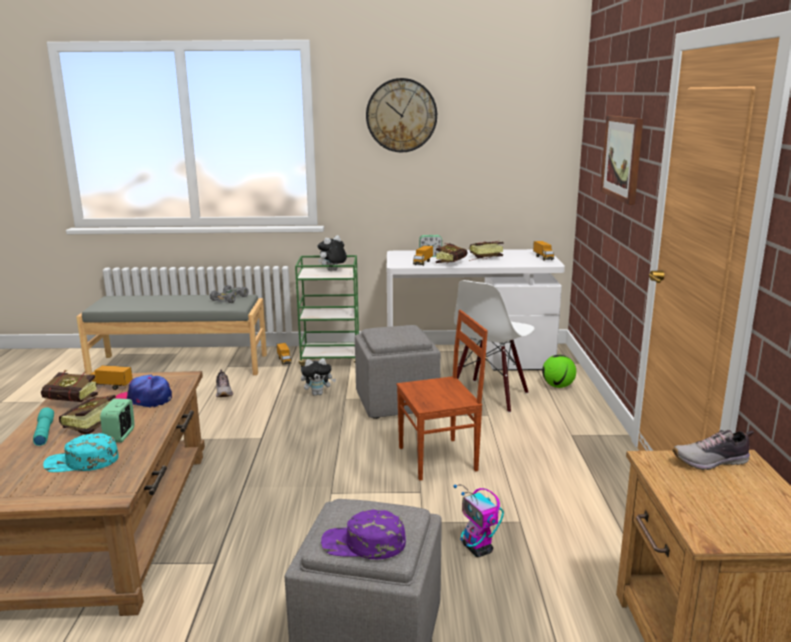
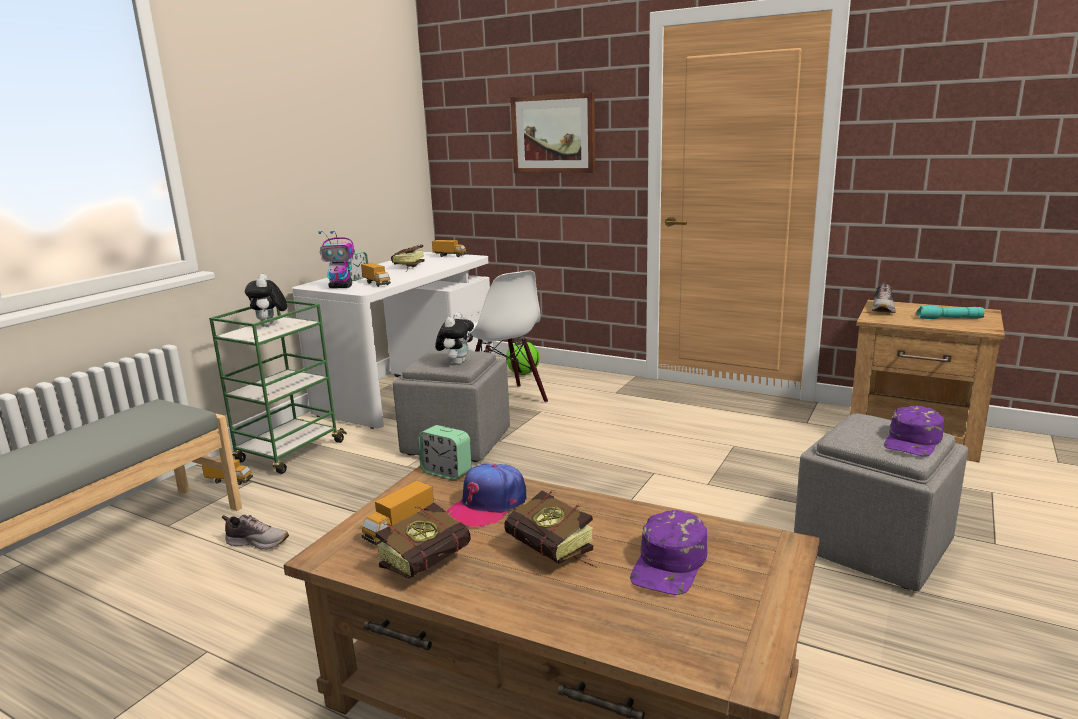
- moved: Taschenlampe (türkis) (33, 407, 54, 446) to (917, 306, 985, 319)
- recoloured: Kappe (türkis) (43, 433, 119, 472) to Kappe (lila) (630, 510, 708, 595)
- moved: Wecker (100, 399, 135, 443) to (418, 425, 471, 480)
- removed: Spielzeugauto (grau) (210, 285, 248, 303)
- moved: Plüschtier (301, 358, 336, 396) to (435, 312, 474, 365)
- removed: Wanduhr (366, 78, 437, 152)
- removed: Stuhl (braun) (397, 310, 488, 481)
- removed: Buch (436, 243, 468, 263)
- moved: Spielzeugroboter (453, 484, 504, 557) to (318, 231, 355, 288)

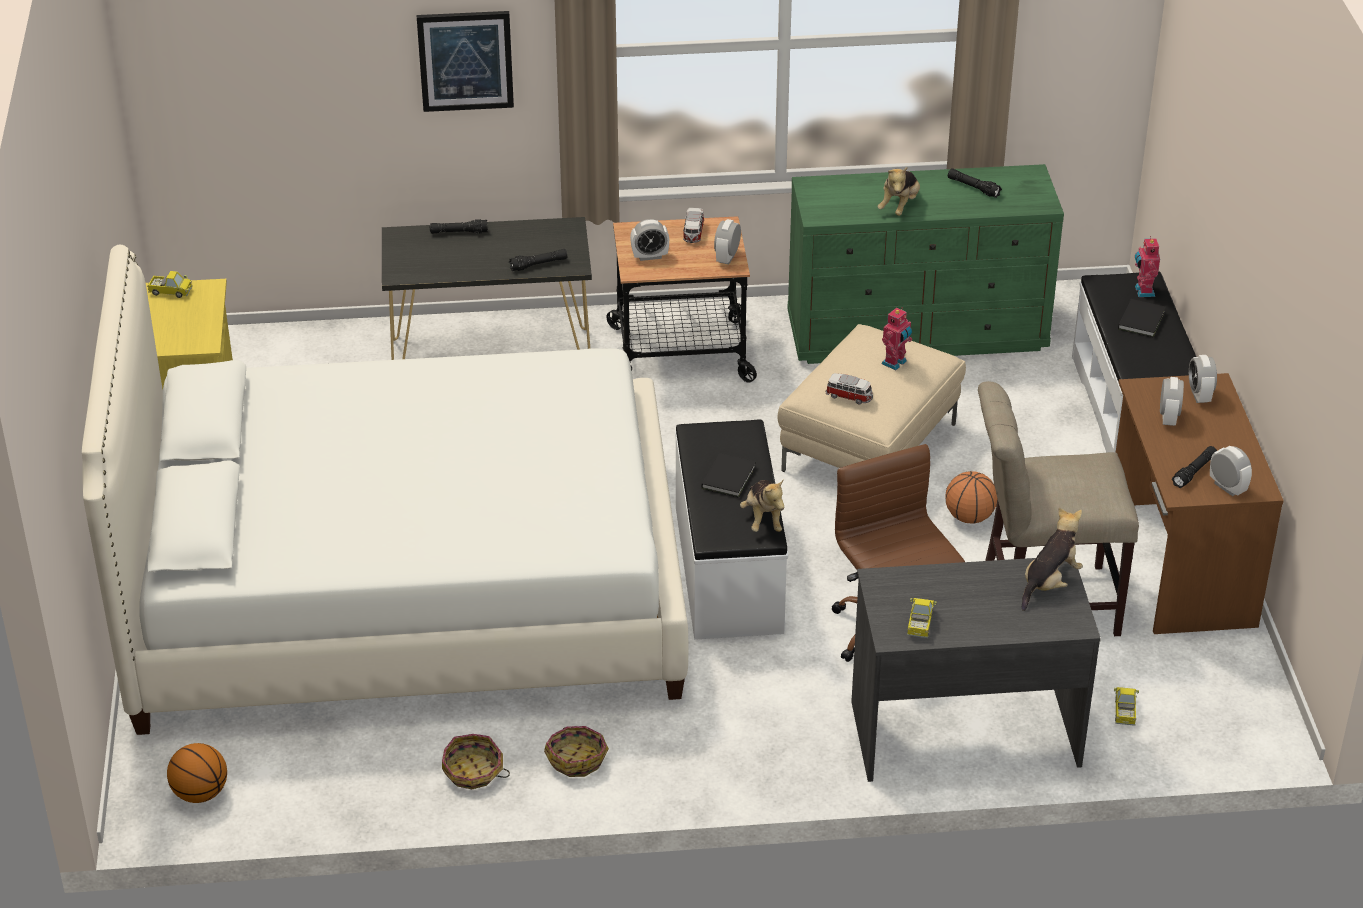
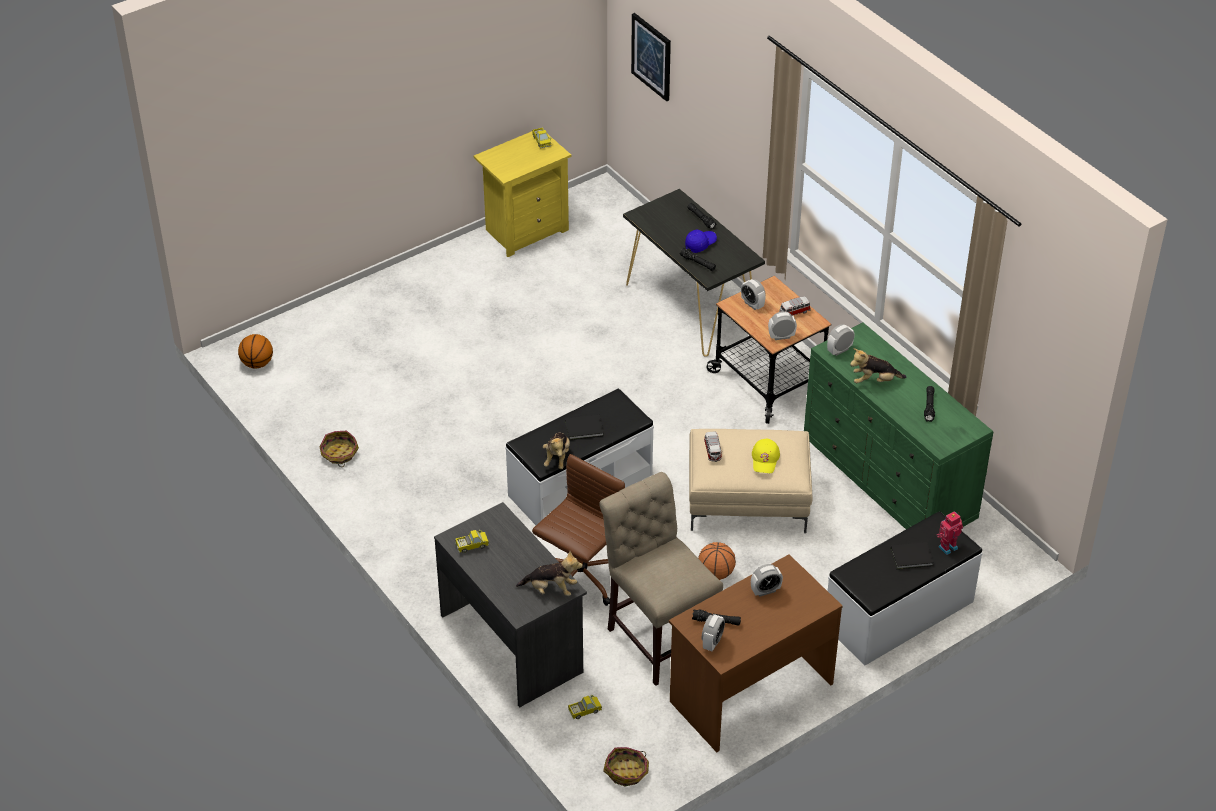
- removed: Bett (weiß) (82, 245, 688, 735)
- moved: Bild (417, 11, 514, 112) to (631, 13, 671, 101)
- moved: Korb (544, 726, 609, 777) to (603, 747, 649, 786)
- turned: Plüschtier (740, 479, 784, 532) = (543, 432, 570, 469) 45 degrees counterclockwise
- replaced: Spielzeugroboter (882, 307, 912, 370) to Kappe (gelb) (752, 439, 780, 473)
- moved: Wecker (1189, 355, 1217, 403) to (827, 324, 854, 356)
- added: Kappe (blau) (685, 229, 717, 253)

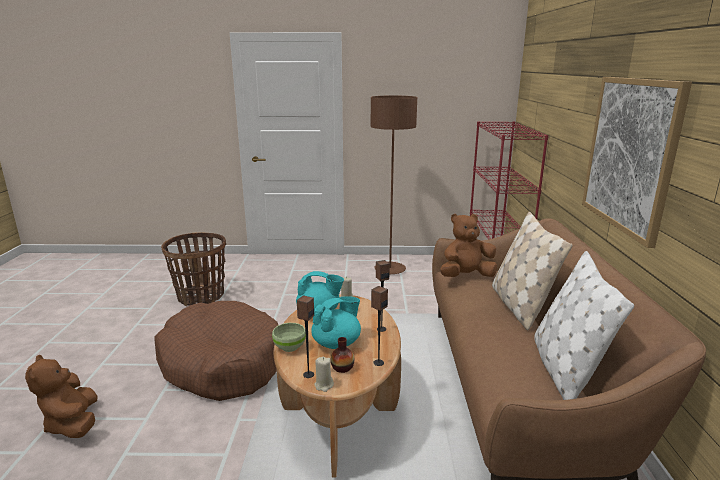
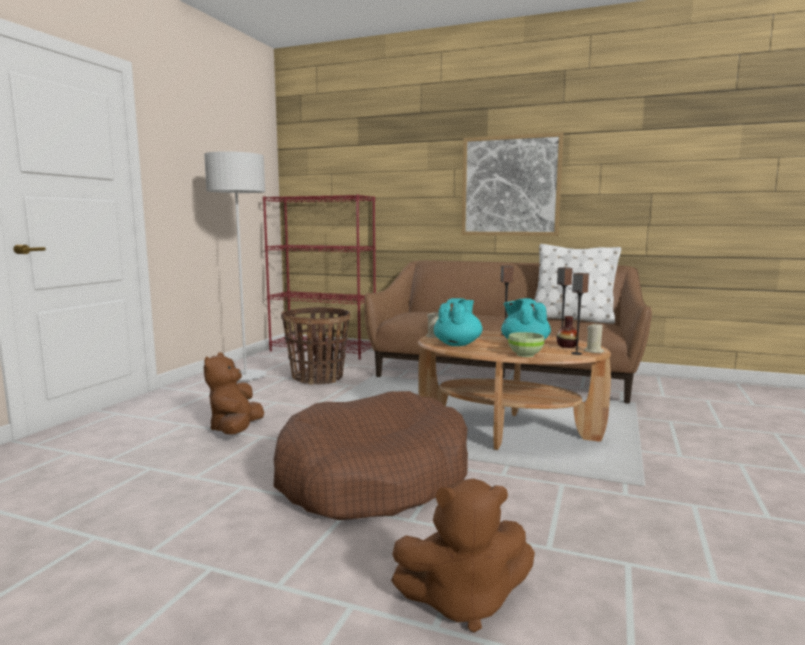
- moved: Korb (161, 232, 226, 306) to (281, 307, 350, 385)
- recoloured: Stehlampe (braun) (371, 96, 417, 274) to Stehlampe (grau) (204, 151, 267, 381)
- moved: Plüschtier (braun) (440, 214, 497, 277) to (204, 352, 264, 434)
- removed: Kissen (beige) (492, 212, 573, 330)

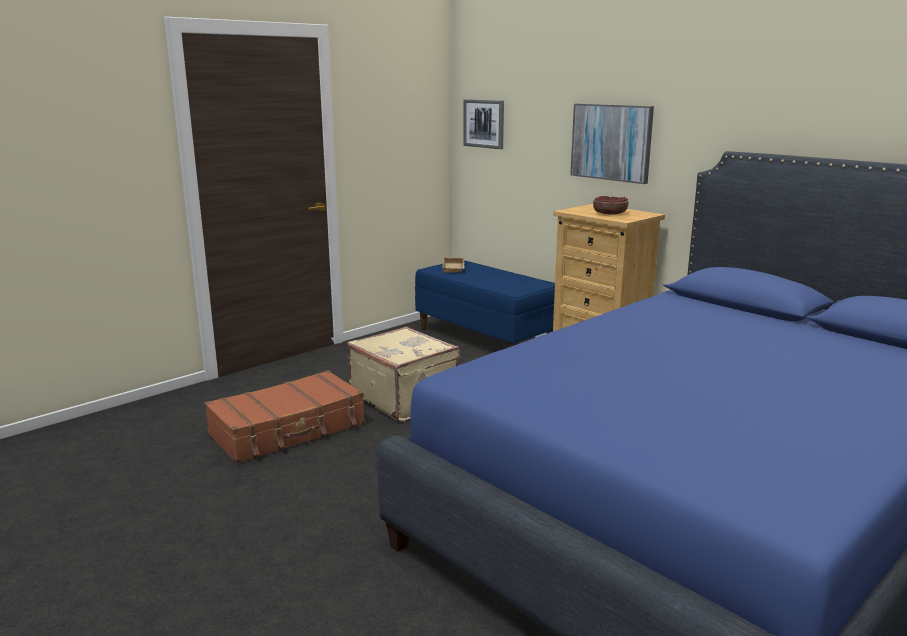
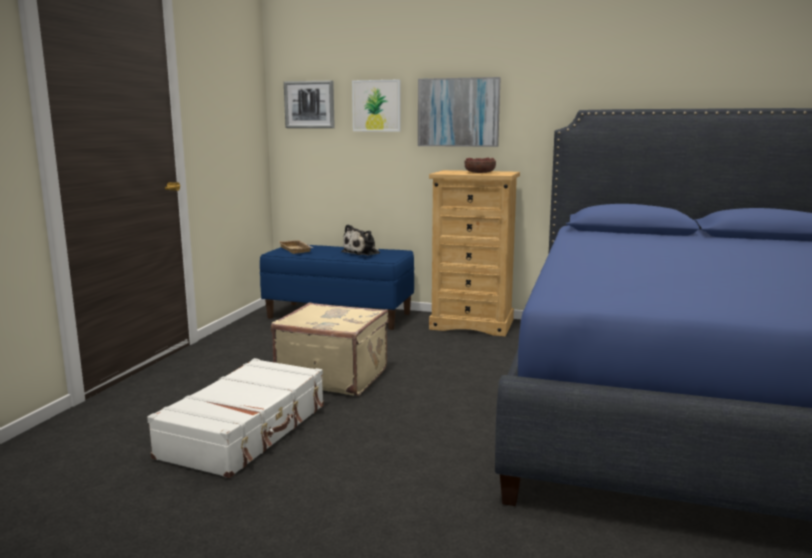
- recoloured: Koffer (braun) (205, 370, 365, 464) to Koffer (weiß) (147, 358, 324, 478)
- added: Plüschtier (341, 224, 380, 256)
- added: Bild (352, 80, 401, 131)

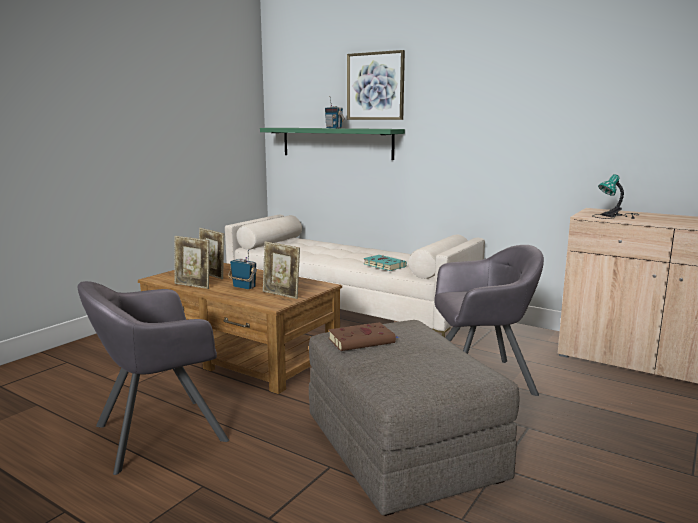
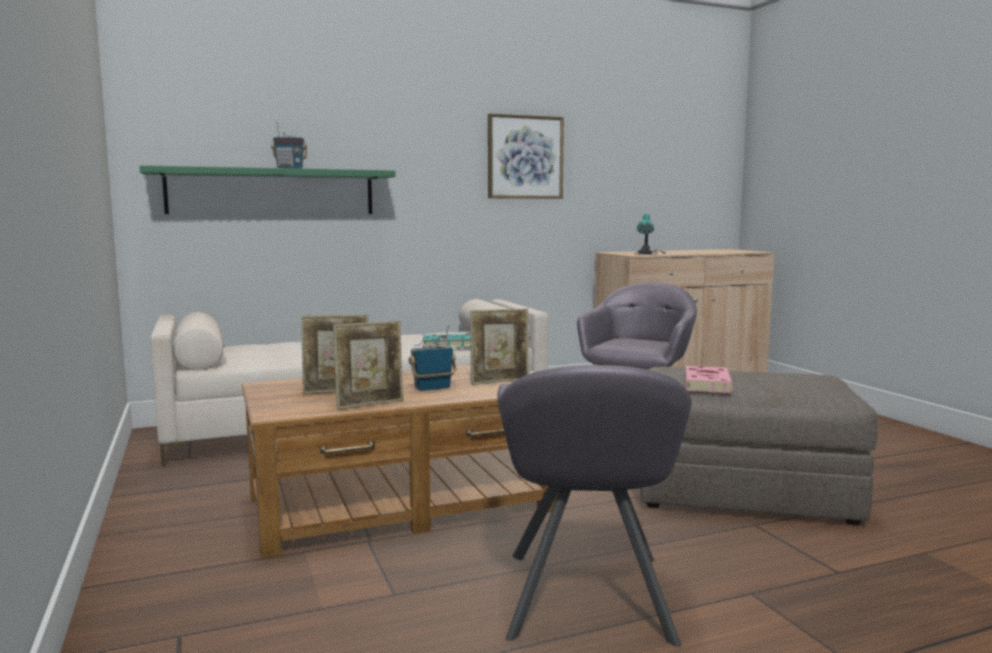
- recoloured: Buch (braun) (328, 322, 399, 351) to Buch (rosa) (685, 366, 733, 393)
- moved: Bild (347, 50, 405, 120) to (488, 113, 564, 199)

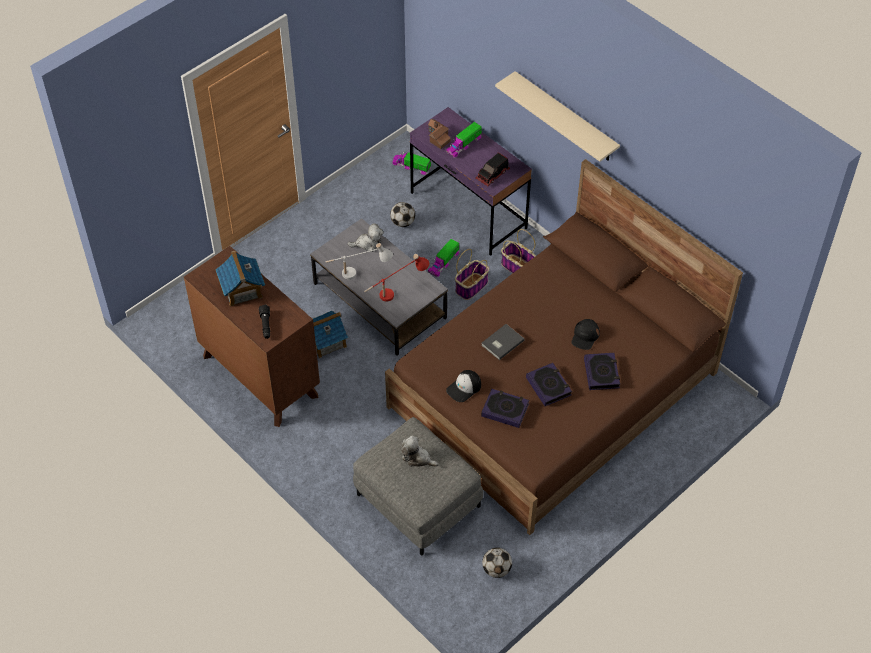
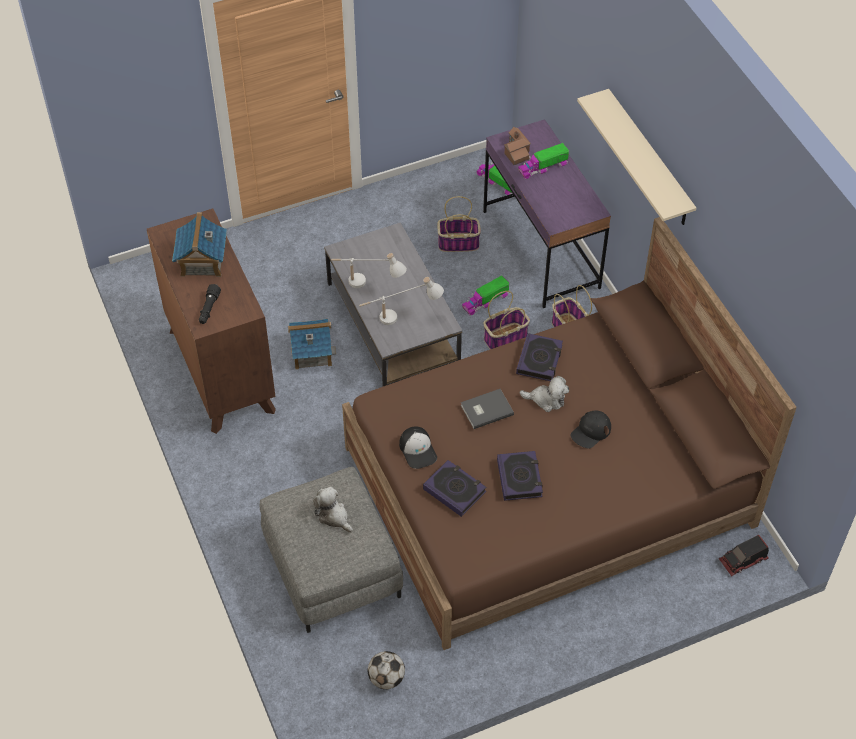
- moved: Plüschtier (348, 223, 384, 252) to (519, 376, 569, 412)
- recoloured: Tischlampe (rot) (364, 254, 429, 302) to Tischlampe (weiß) (359, 277, 444, 325)
- replaced: Fußball (390, 202, 415, 227) to Korb (437, 196, 481, 252)
- turned: Kappe (446, 370, 481, 402) = (399, 426, 437, 469) 90 degrees counterclockwise
- moved: Spielzeuglaster (475, 152, 510, 186) to (719, 535, 769, 576)
- moved: Buch (584, 353, 620, 390) to (516, 333, 563, 381)

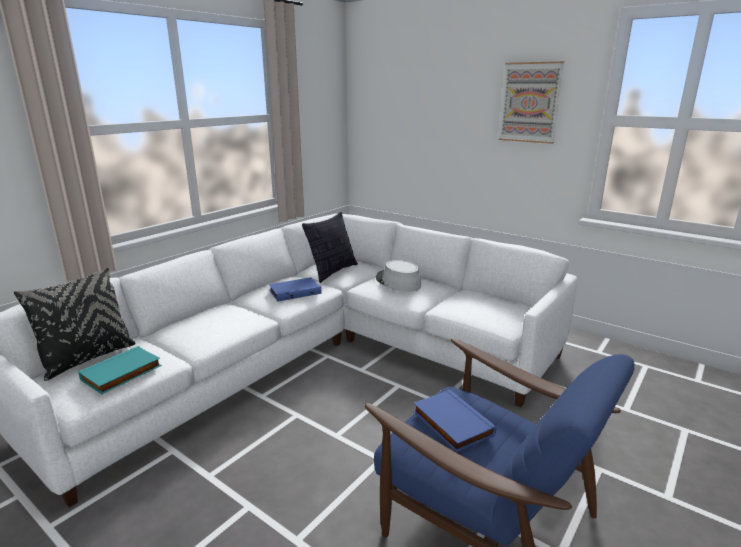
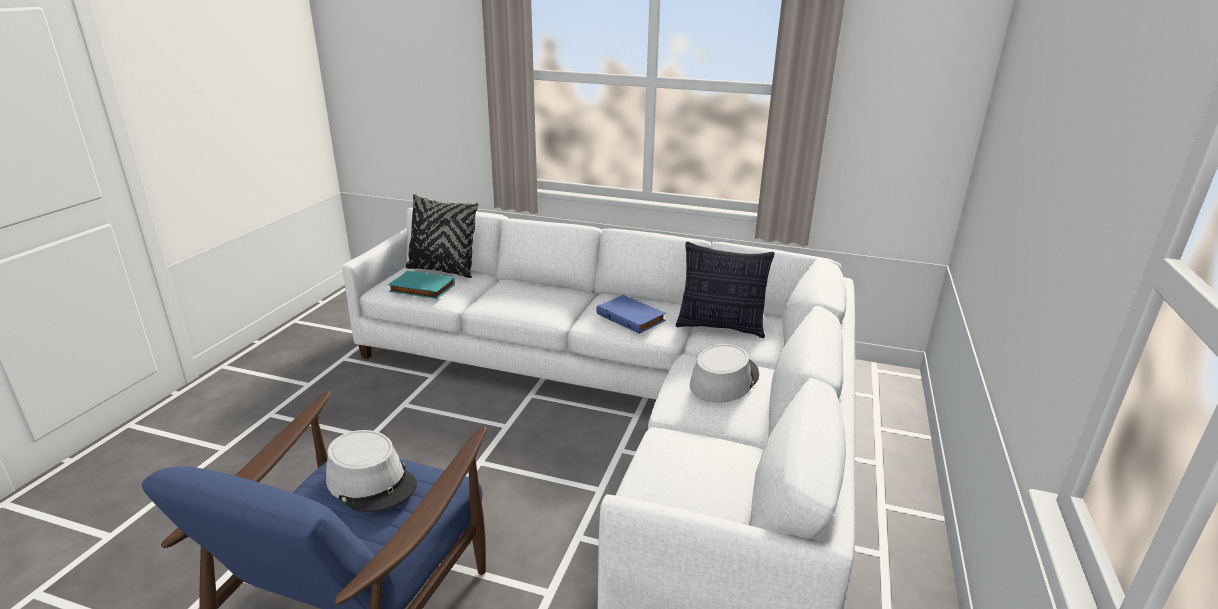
- replaced: Buch (blau) (413, 389, 496, 452) to Hut (grau) (326, 430, 417, 513)
- removed: Bild (498, 61, 564, 144)

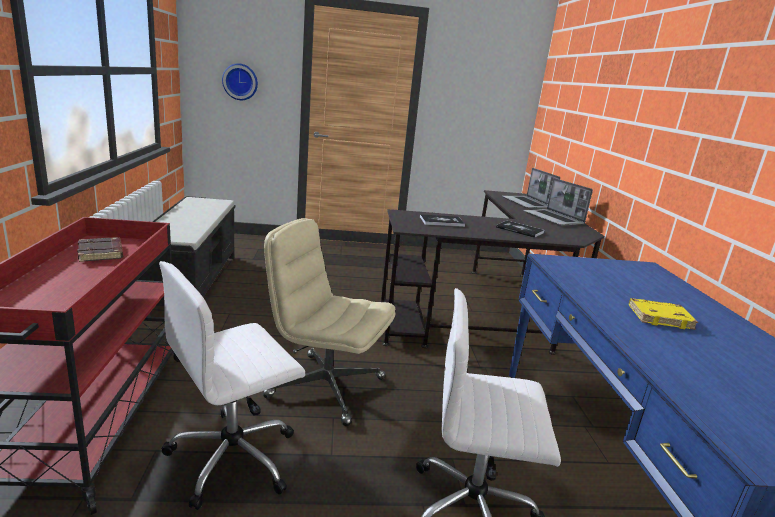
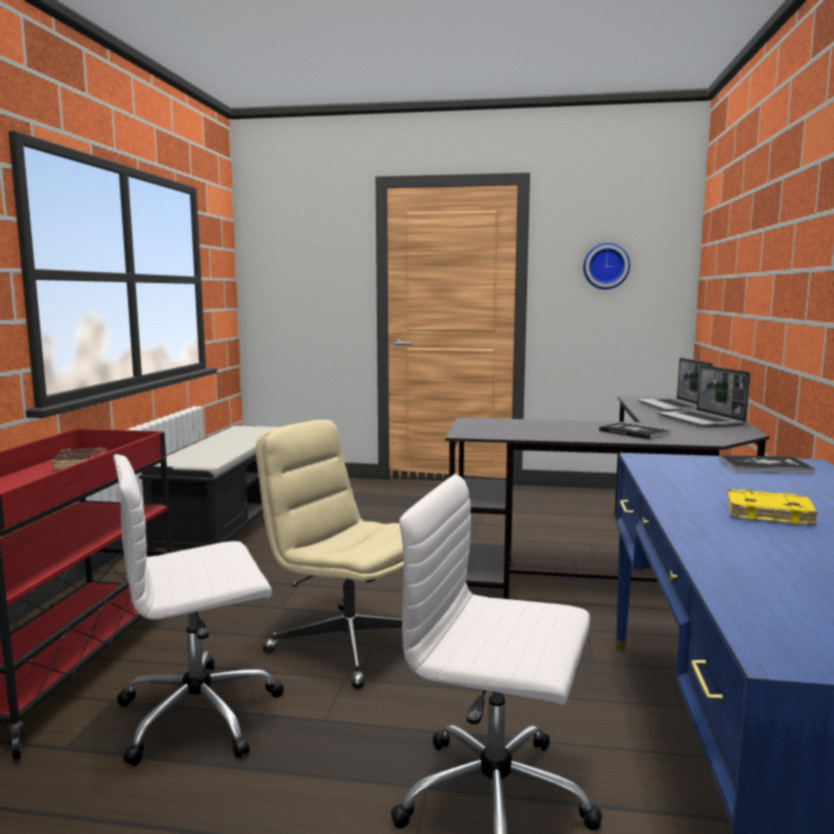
- moved: Wanduhr (222, 63, 258, 100) to (583, 243, 630, 289)
- moved: Buch (420, 214, 465, 227) to (719, 455, 815, 474)

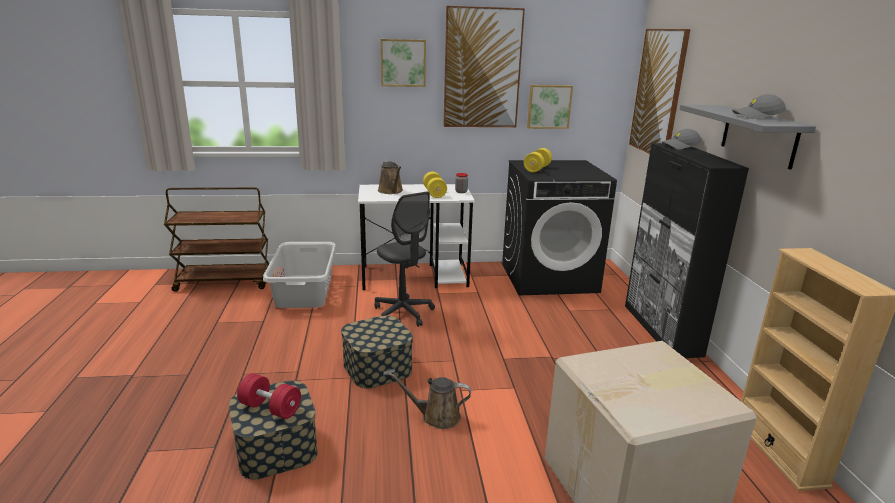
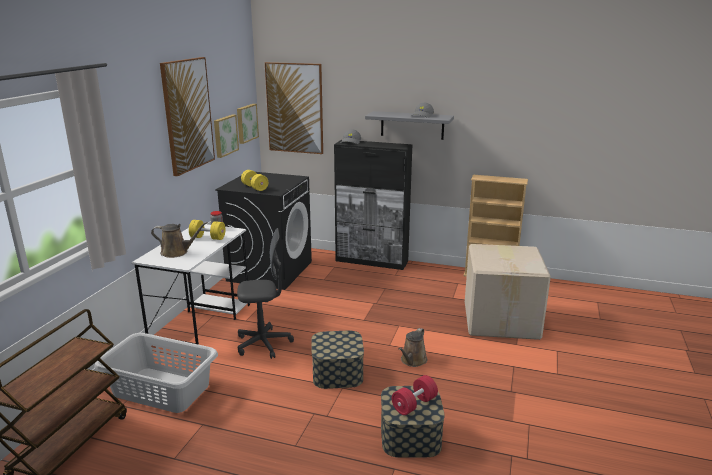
- moved: Bild (381, 39, 426, 87) to (237, 104, 259, 144)

